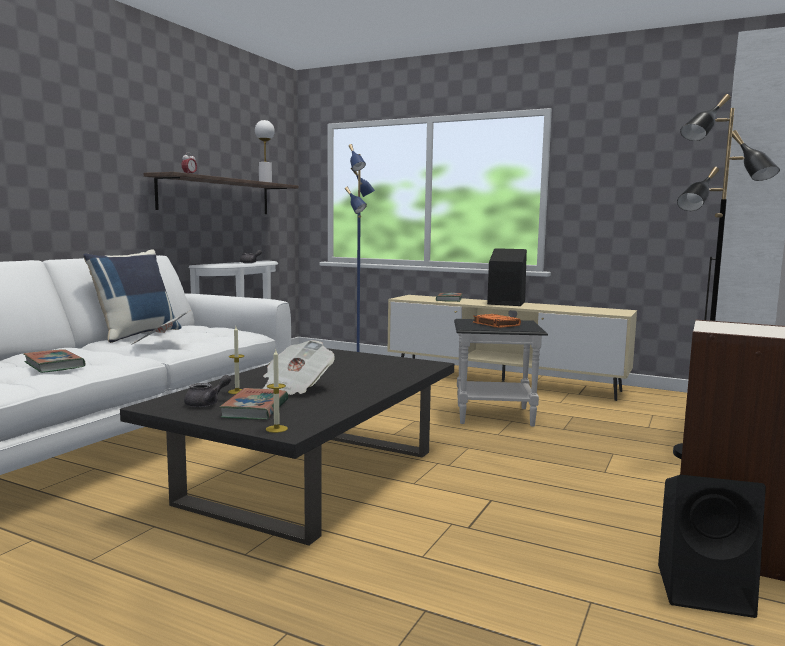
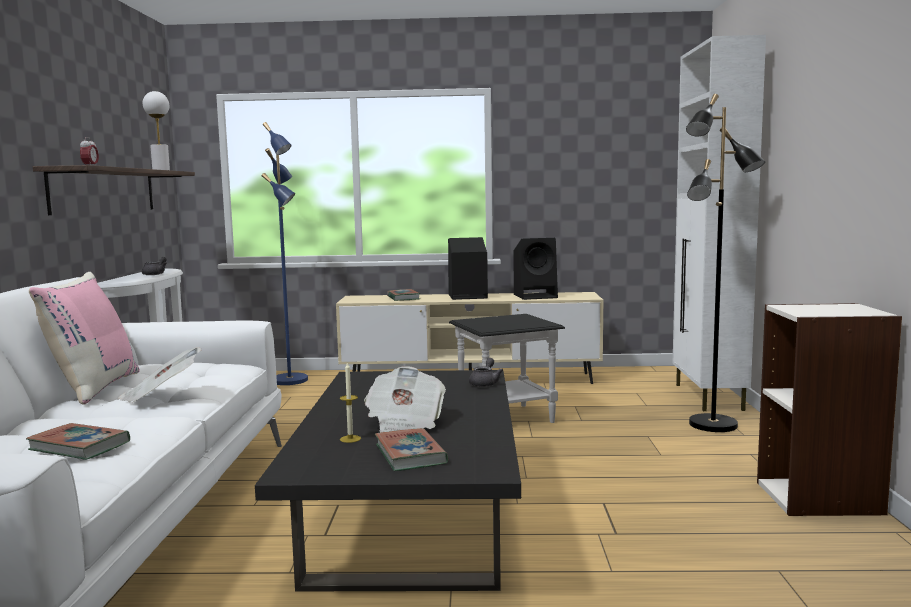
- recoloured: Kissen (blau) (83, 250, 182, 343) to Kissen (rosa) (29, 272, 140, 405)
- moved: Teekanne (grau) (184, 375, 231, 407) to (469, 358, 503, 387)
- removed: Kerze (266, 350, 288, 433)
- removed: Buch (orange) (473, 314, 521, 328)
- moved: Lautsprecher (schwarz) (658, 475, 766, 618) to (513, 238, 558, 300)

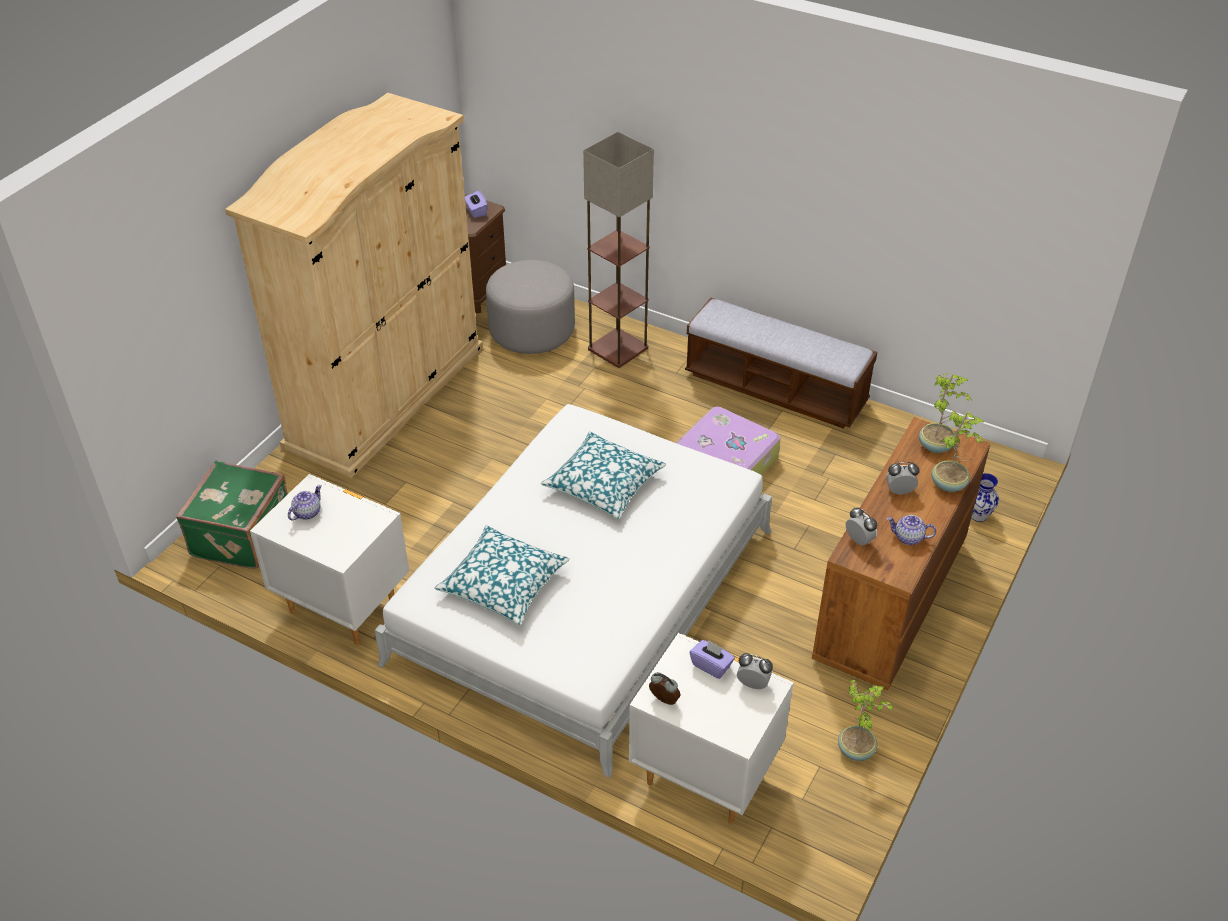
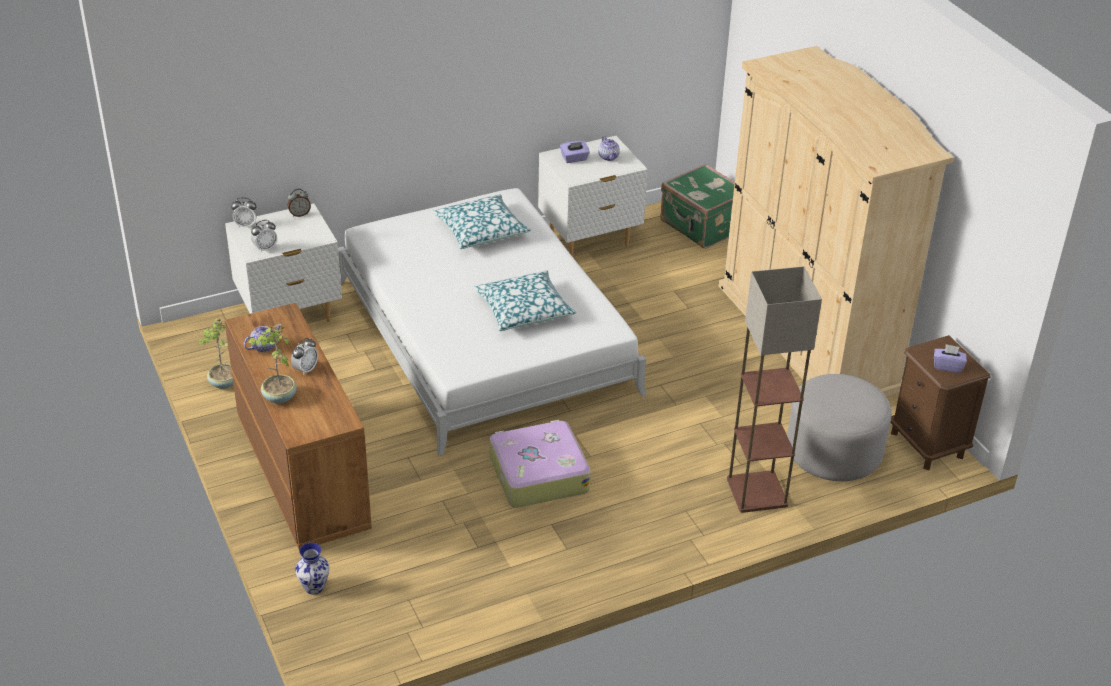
- removed: Bank (685, 298, 877, 429)
- moved: Taschentuchbox (lila) (690, 640, 735, 679) to (560, 140, 590, 163)
- moved: Wecker (846, 507, 877, 546) to (231, 197, 257, 227)
- removed: Topfpflanze (919, 373, 972, 453)

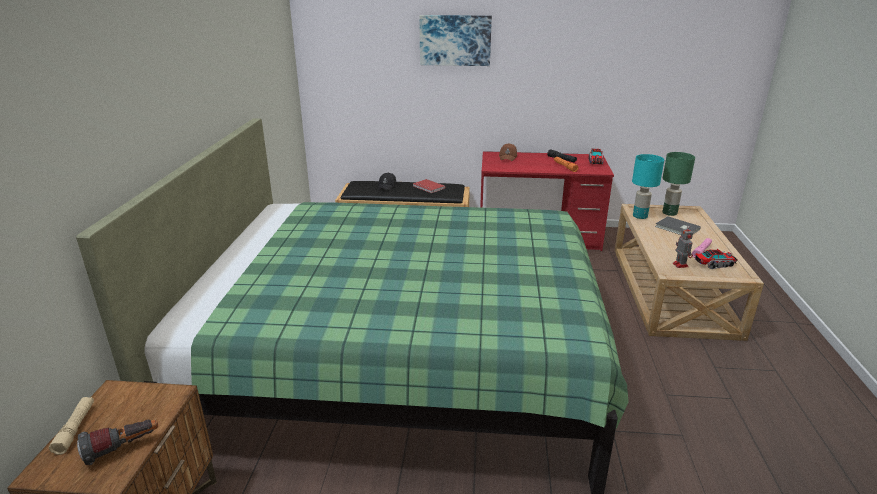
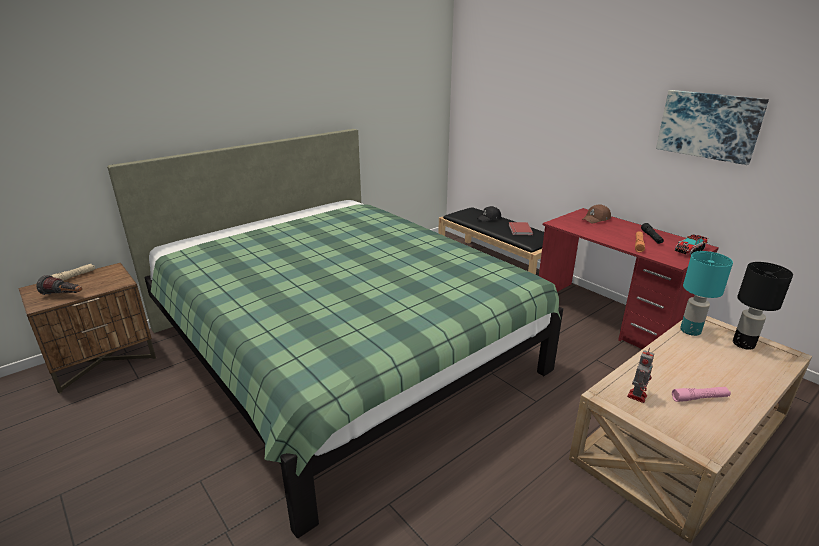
- moved: Bild (419, 15, 492, 66) to (656, 90, 769, 165)
- removed: Buch (grau) (655, 216, 701, 235)
- recoloured: Tischlampe (grün) (663, 152, 695, 216) to Tischlampe (schwarz) (733, 262, 793, 350)
- removed: Spielzeuglaster (695, 249, 738, 269)

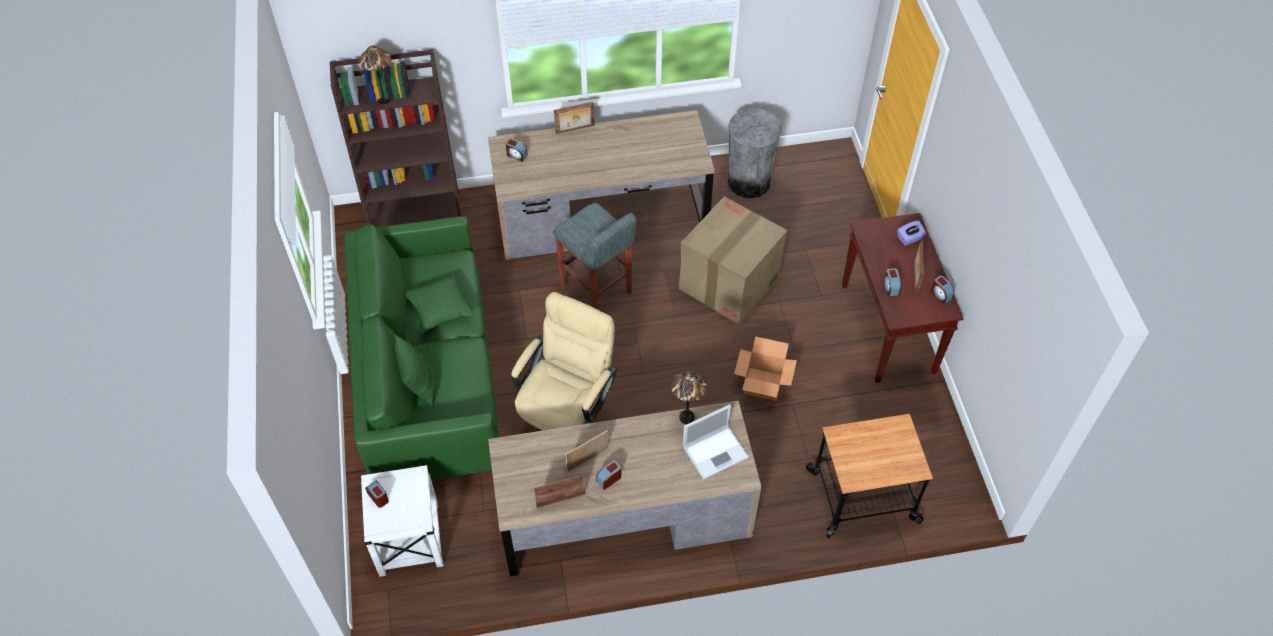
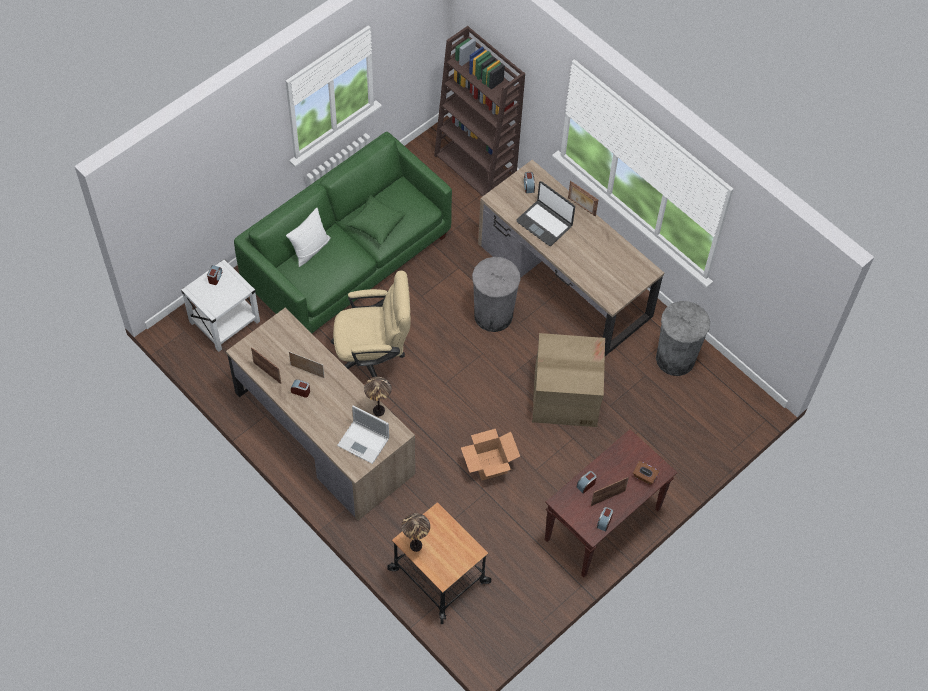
- moved: Tischlampe (359, 45, 391, 104) to (402, 513, 430, 552)
- recoloured: Kissen (grün) (395, 335, 435, 407) to Kissen (weiß) (286, 208, 331, 267)
- replaced: Hocker (grau) (553, 203, 637, 309) to Mülleimer (grau) (472, 257, 521, 332)
- recoloured: Taschentuchbox (lila) (897, 221, 926, 246) to Taschentuchbox (braun) (633, 461, 659, 485)
- added: Laptop (516, 181, 575, 246)

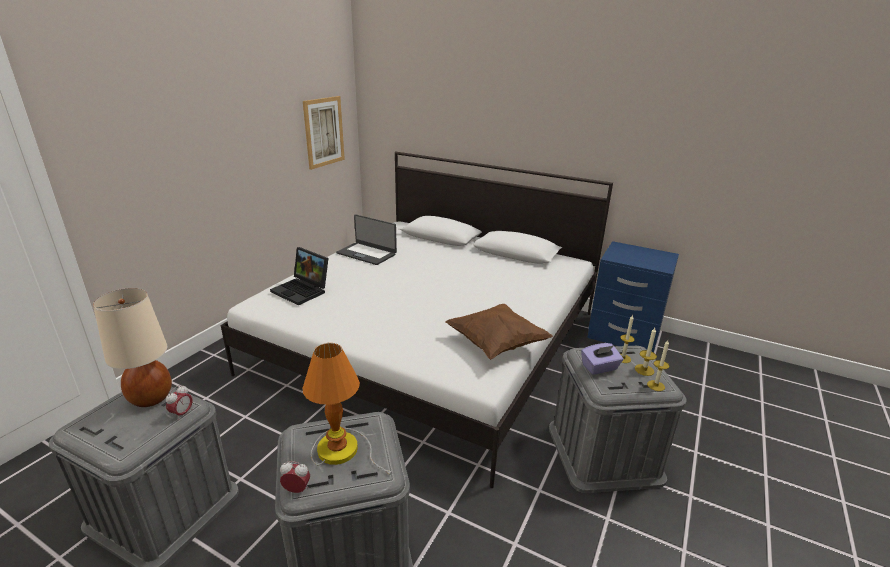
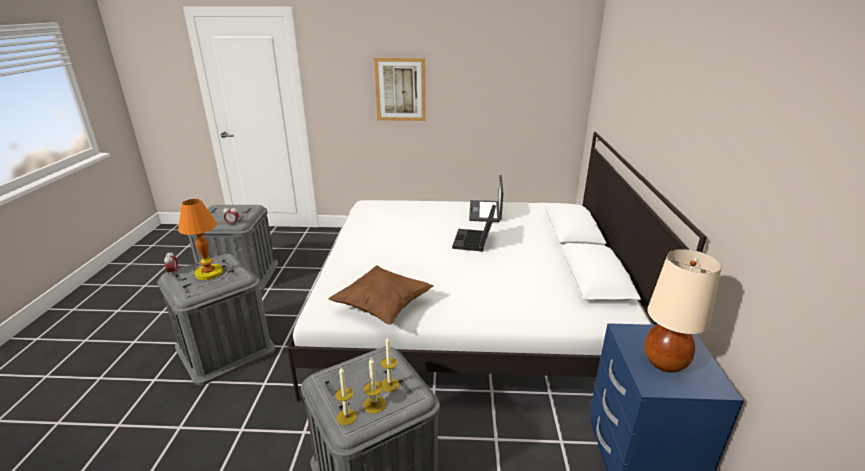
- moved: Tischlampe (beige) (93, 288, 172, 407) to (644, 249, 722, 373)
- moved: Laptop (270, 247, 329, 305) to (452, 205, 496, 252)
- moved: Bild (303, 96, 345, 170) to (374, 58, 425, 121)
- removed: Taschentuchbox (lila) (581, 343, 623, 375)

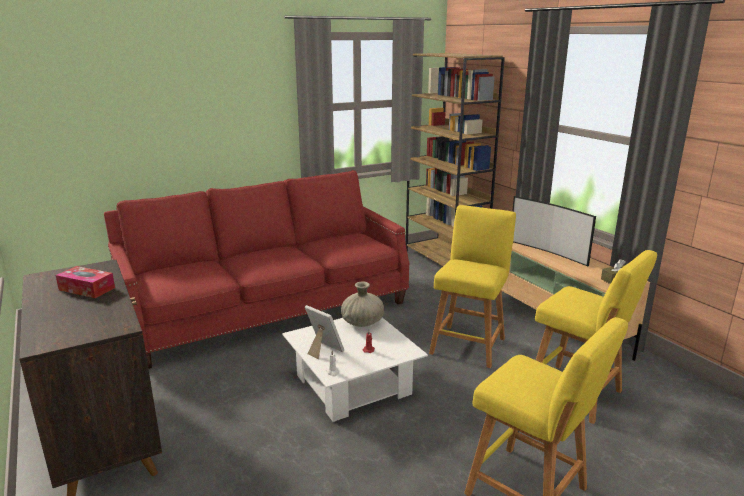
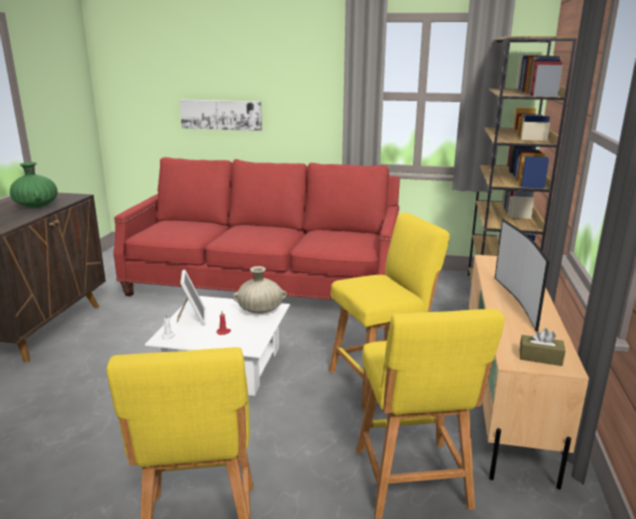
- replaced: Taschentuchbox (55, 266, 115, 298) to Vase (grün) (10, 162, 57, 208)
- added: Bild (180, 99, 262, 131)

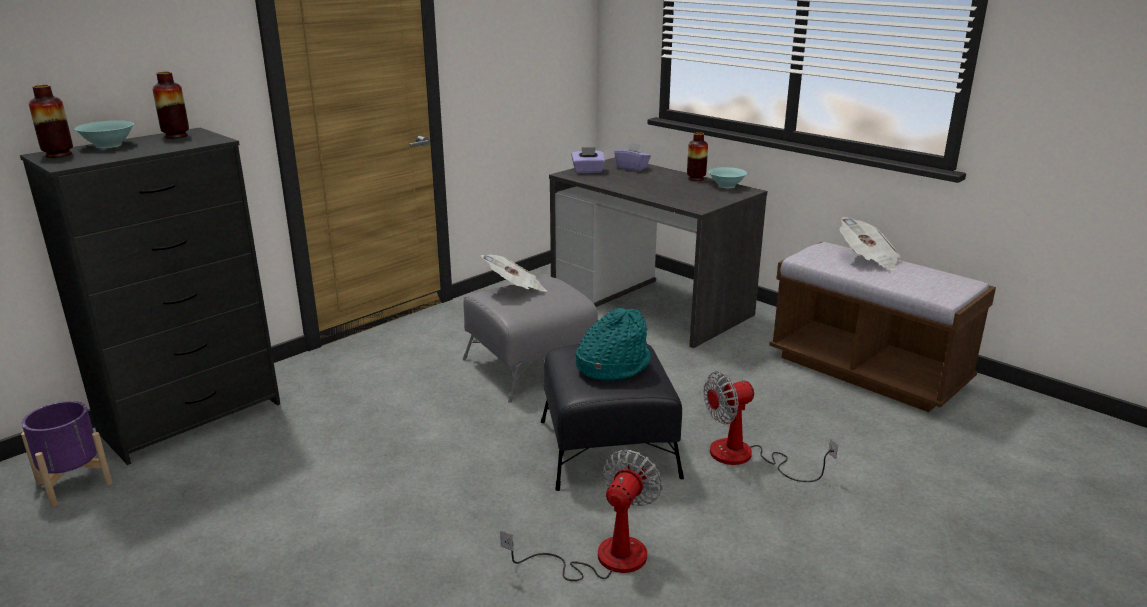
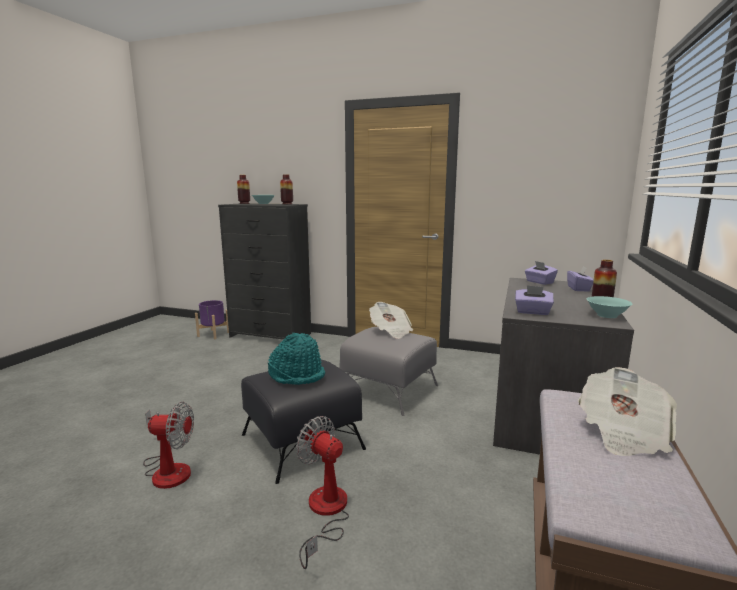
- added: Taschentuchbox (lila) (515, 285, 554, 315)

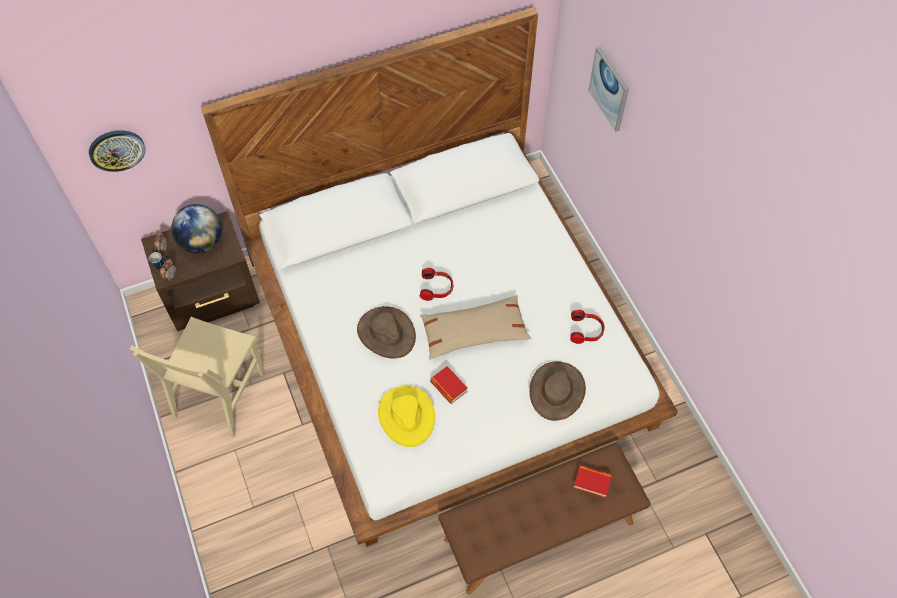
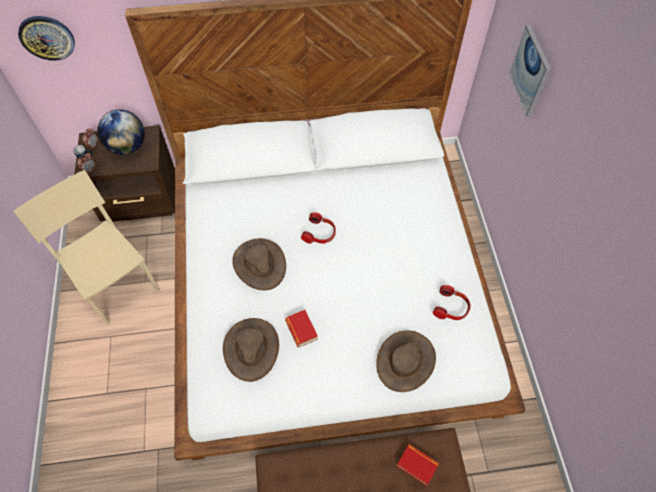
- turned: Stuhl (beige) (130, 317, 265, 438) = (13, 170, 159, 325) 105 degrees clockwise
- recoloured: Hut (gelb) (378, 386, 435, 447) to Hut (braun) (223, 318, 279, 382)
- removed: Kissen (beige) (420, 295, 531, 359)

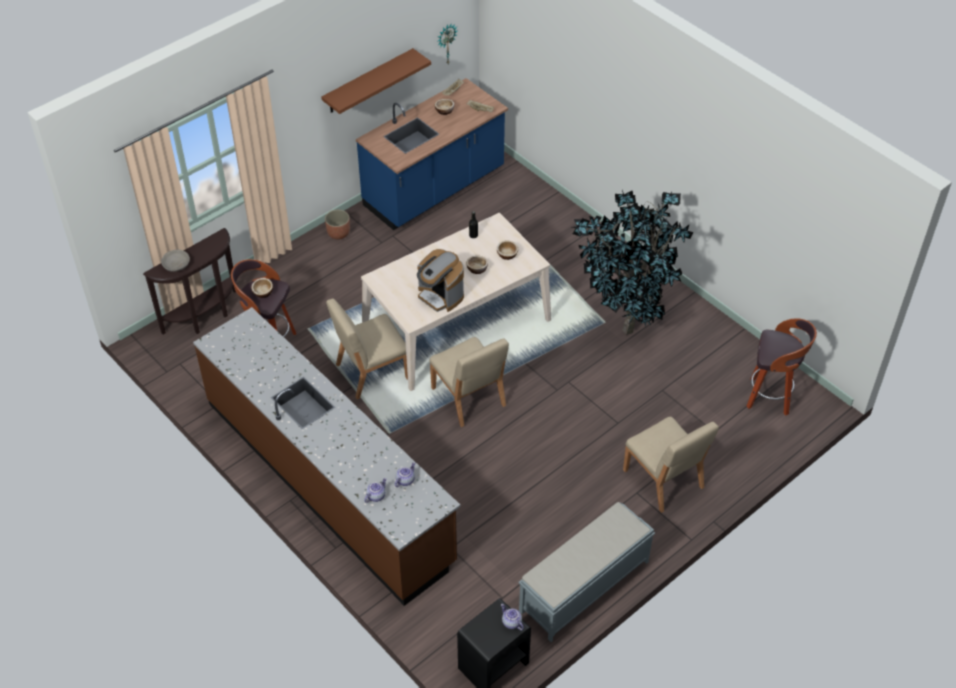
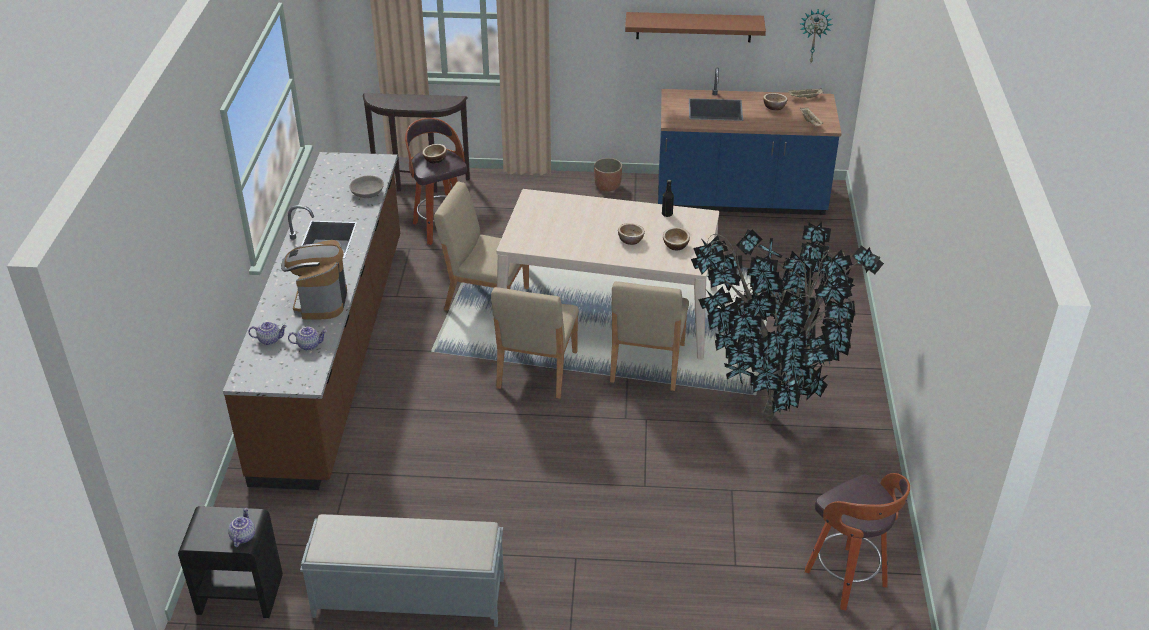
- moved: Schüssel (grau) (161, 250, 190, 272) to (349, 176, 384, 198)
- moved: Kaffeemaschine (417, 249, 464, 312) to (281, 240, 347, 320)
- moved: Stuhl (beige) (623, 417, 719, 513) to (610, 281, 689, 391)

